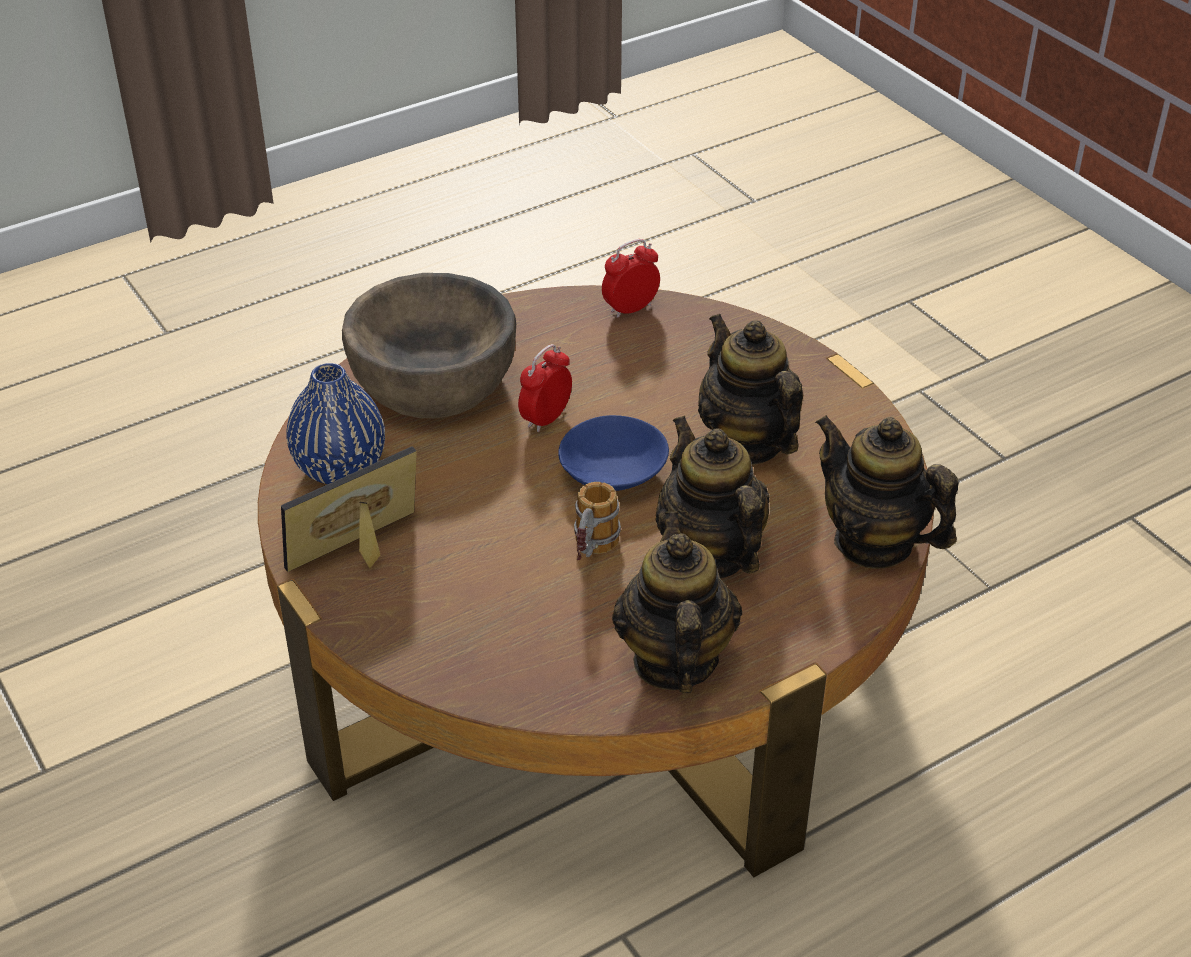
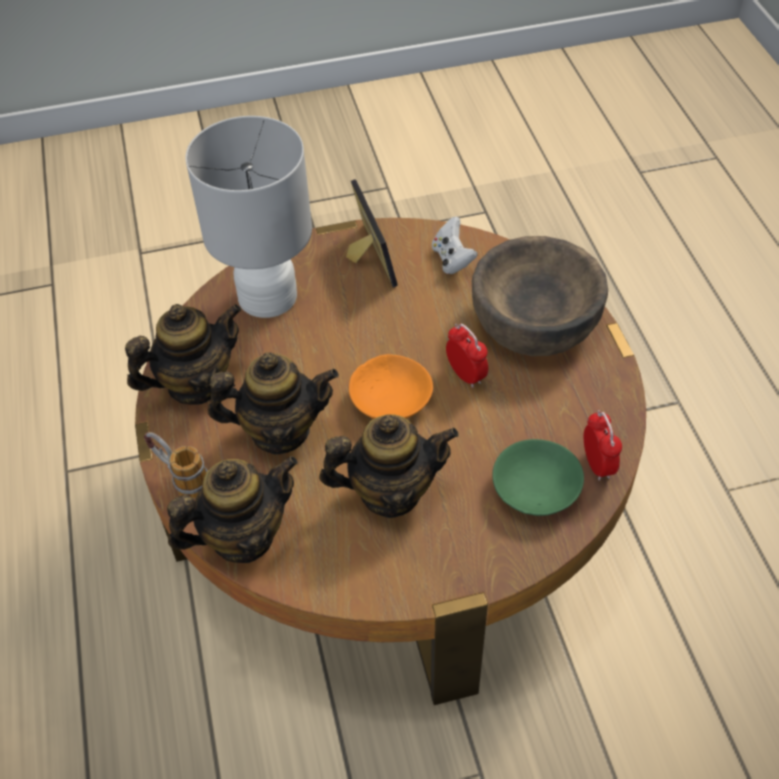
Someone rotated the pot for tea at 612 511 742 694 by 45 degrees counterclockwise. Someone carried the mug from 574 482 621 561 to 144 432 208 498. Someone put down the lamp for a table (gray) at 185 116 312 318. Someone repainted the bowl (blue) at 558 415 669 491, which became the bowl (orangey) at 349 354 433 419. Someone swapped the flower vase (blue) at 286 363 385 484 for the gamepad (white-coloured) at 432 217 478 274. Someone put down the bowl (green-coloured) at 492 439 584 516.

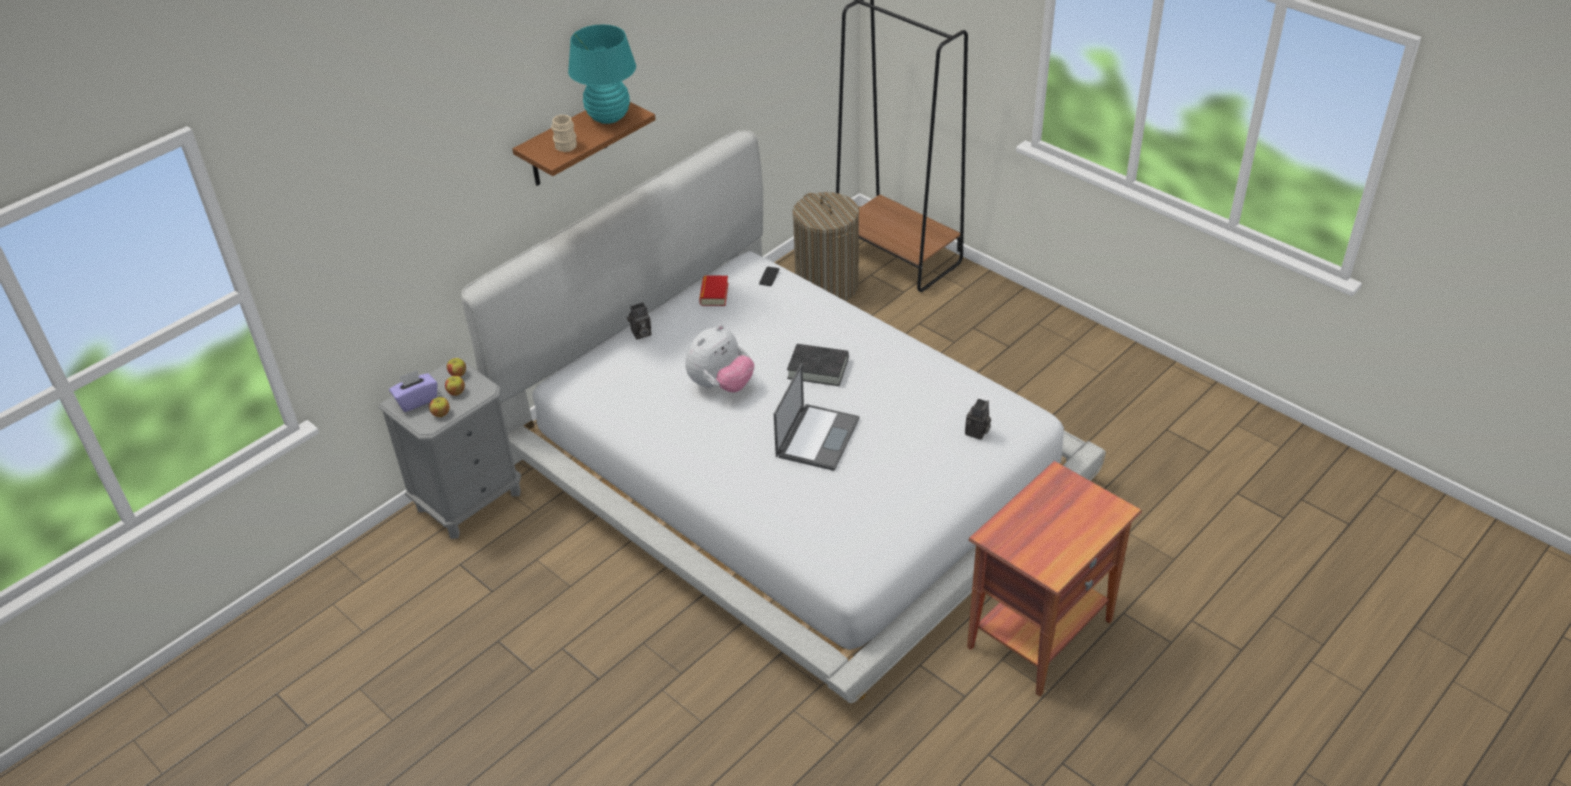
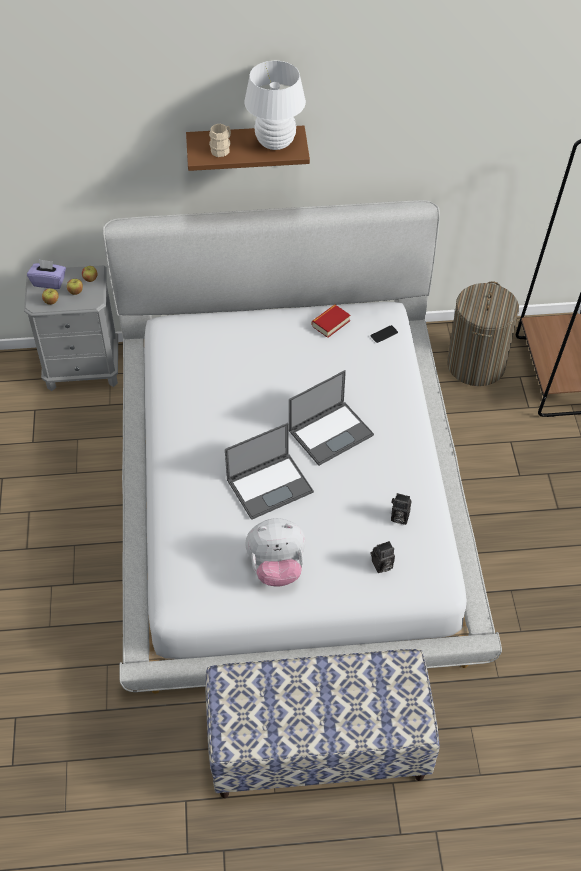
Someone swapped the bedside table at 967 461 1142 696 for the indoor bench at 205 649 440 798. Someone repainted the lamp for a table (turquoise) at 568 24 636 124, which became the lamp for a table (white-coloured) at 244 61 306 150. Someone carried the soft toy from 685 325 754 392 to 246 518 305 587. Someone swapped the bound book (black-coloured) at 787 344 849 386 for the portable computer at 289 370 374 466. Someone carried the photo camera from 627 302 651 340 to 391 493 412 525.

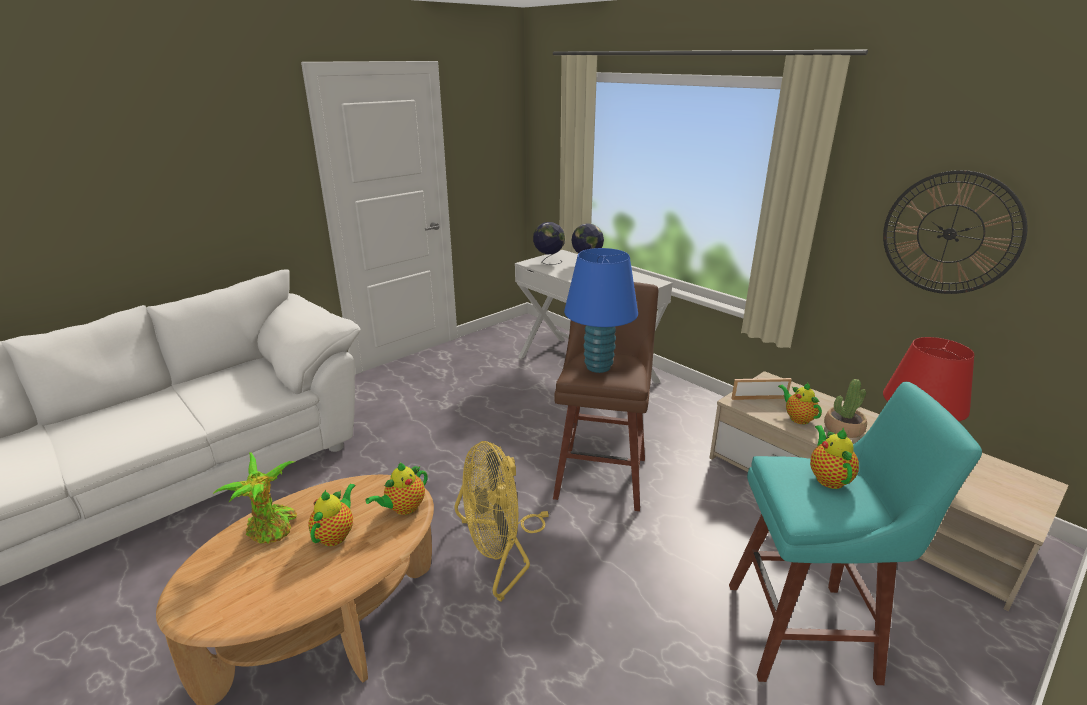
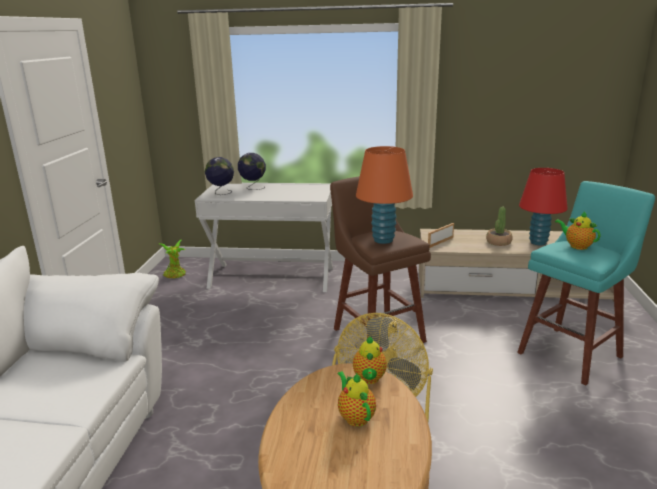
Someone carried the plant in a pot from 213 452 297 544 to 159 240 186 278. Someone repainted the lamp for a table (blue) at 564 248 638 373, which became the lamp for a table (orangey) at 356 146 413 244. Someone took away the pot for tea at 778 382 822 424. Someone took away the hanging clock at 883 170 1028 294.

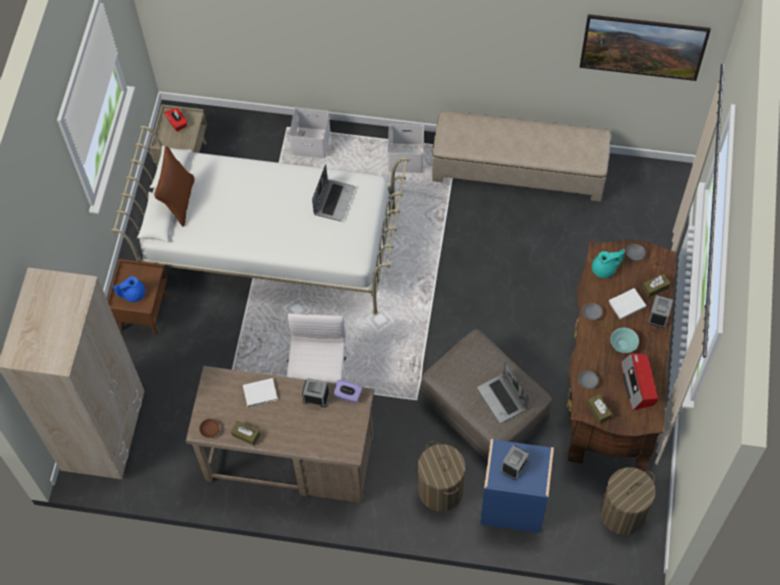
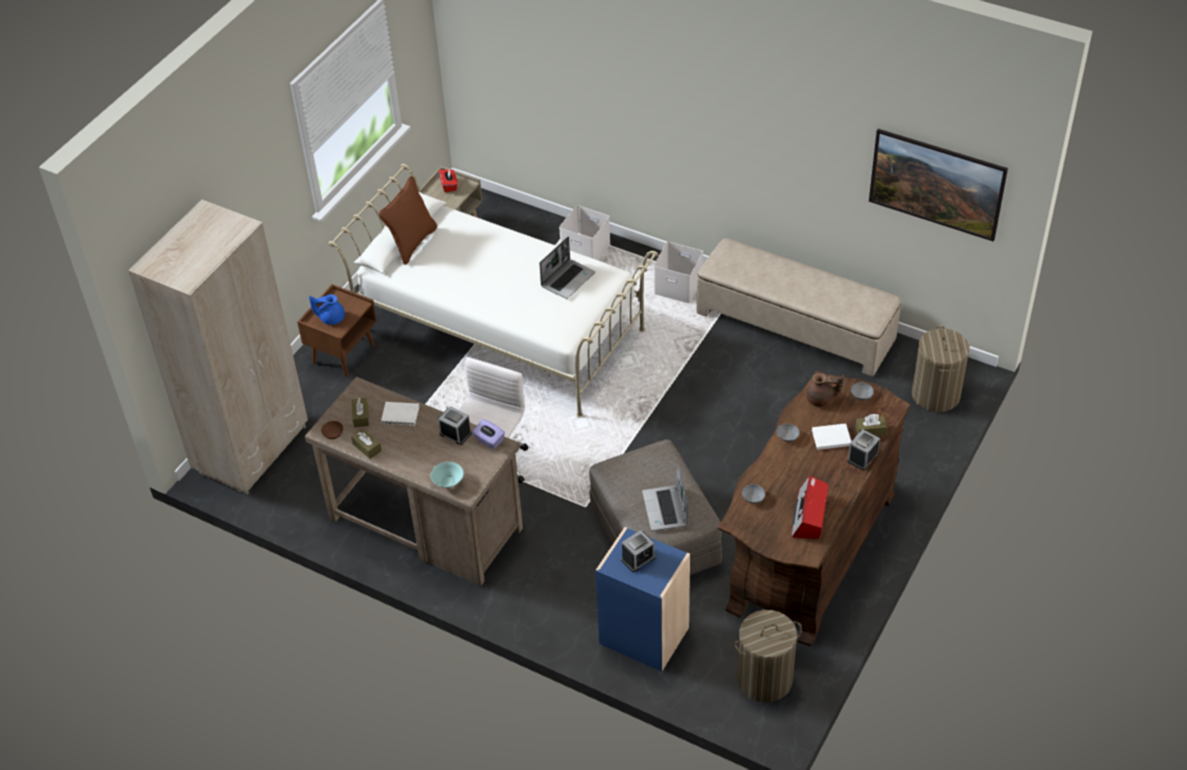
Someone carried the tissue holder (brown) from 587 394 612 424 to 352 398 369 427. Someone carried the bowl (turquoise) from 610 328 639 353 to 431 462 464 488. Someone repainted the pot for tea (turquoise) at 592 249 625 278, which became the pot for tea (brown) at 806 373 844 407. Someone carried the washing basket from 418 441 466 511 to 912 326 970 412.

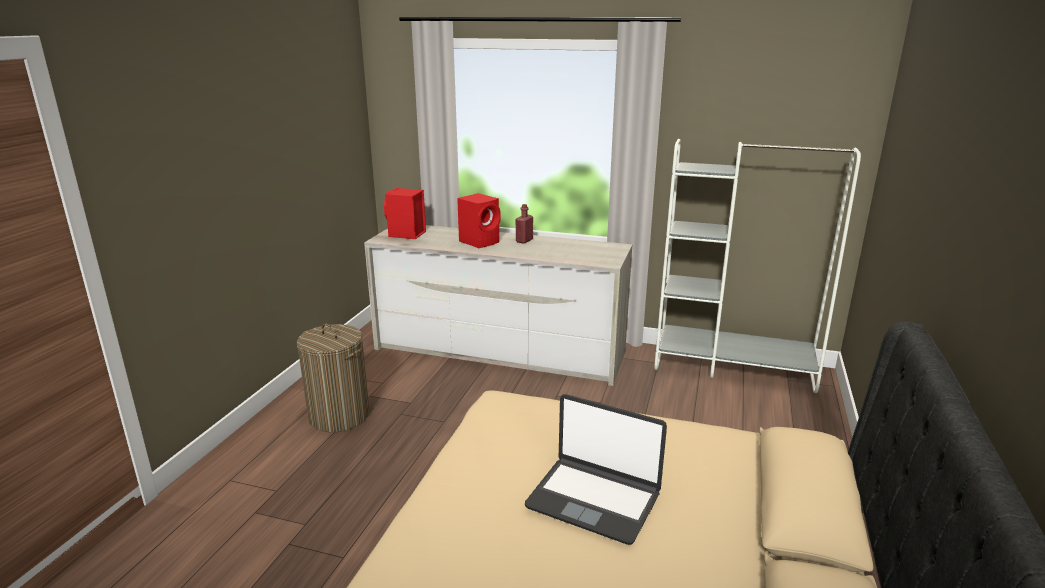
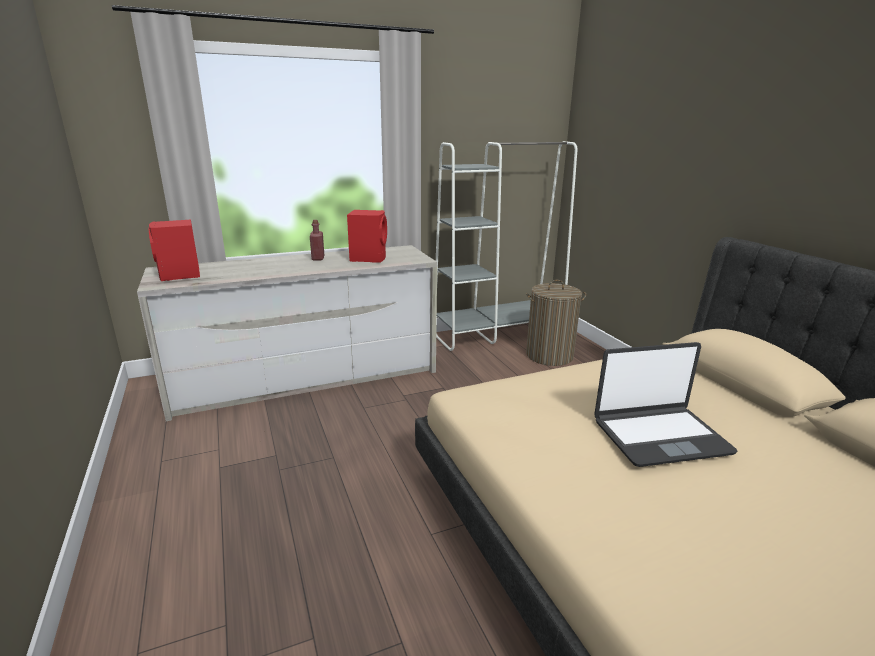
Someone carried the loudspeaker (reddish) from 457 193 501 248 to 347 210 387 263. Someone carried the washing basket from 297 324 370 432 to 526 280 586 366.

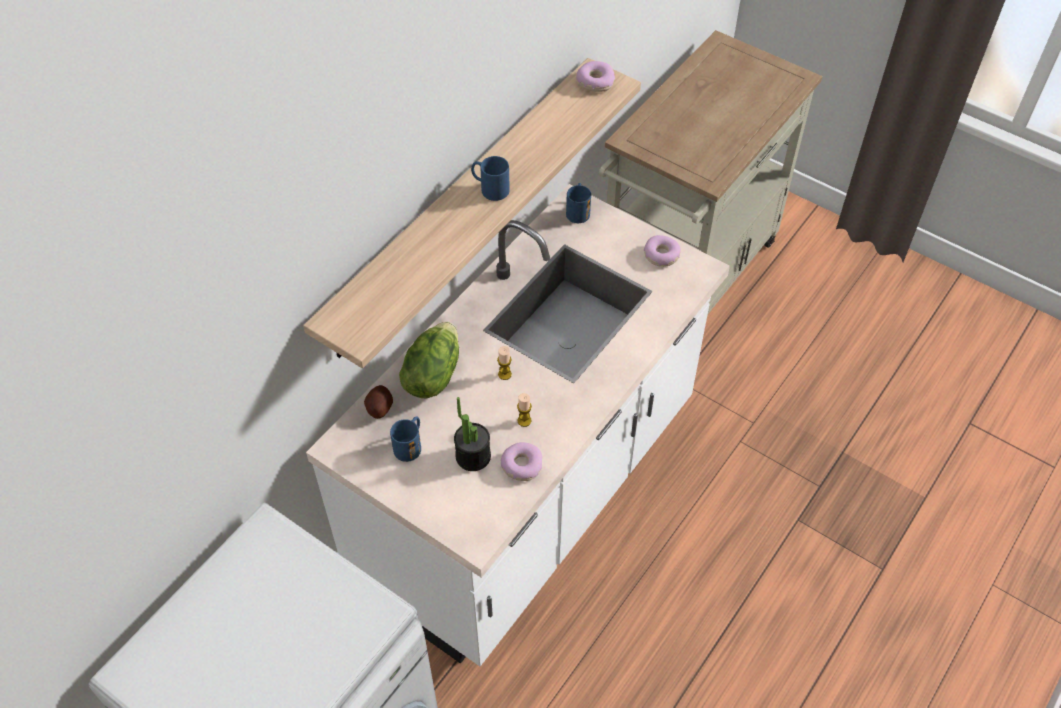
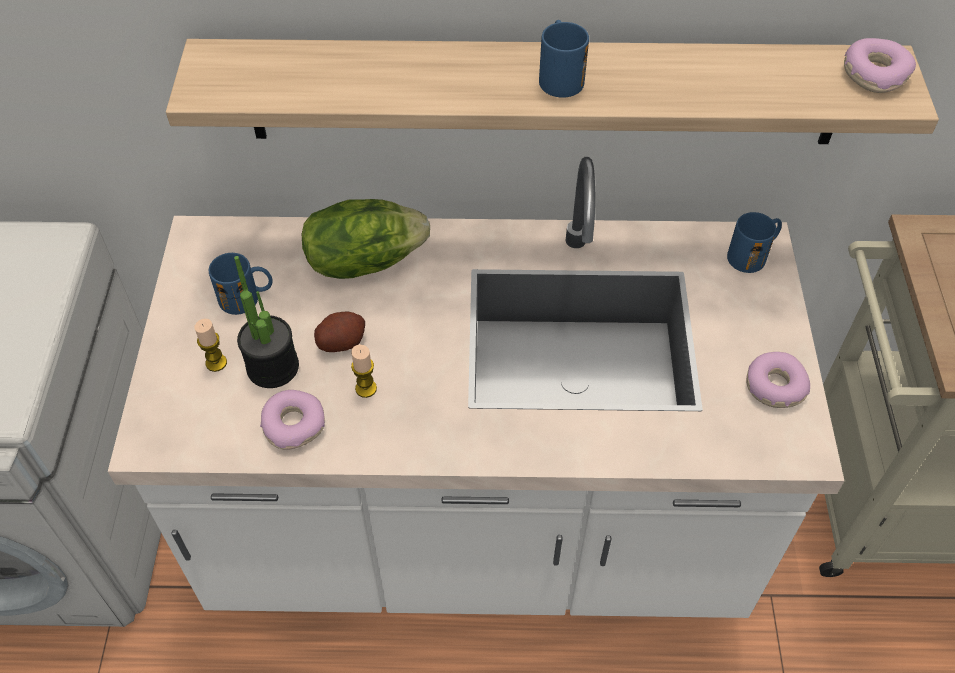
Someone carried the wax candle from 497 346 512 380 to 194 319 227 372. Someone carried the whole potato from 364 385 393 419 to 314 311 365 352.

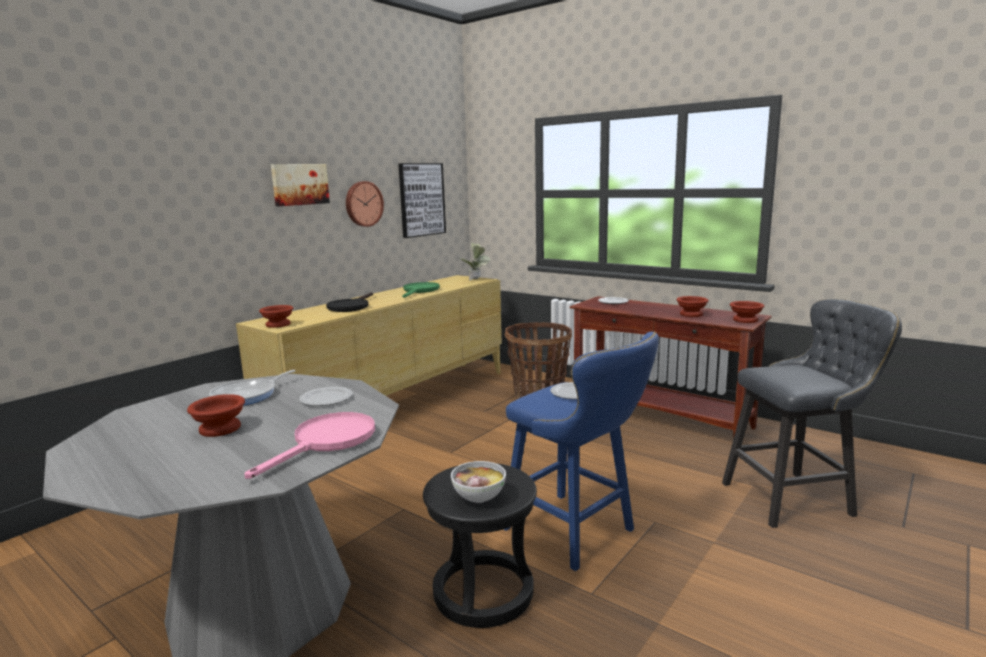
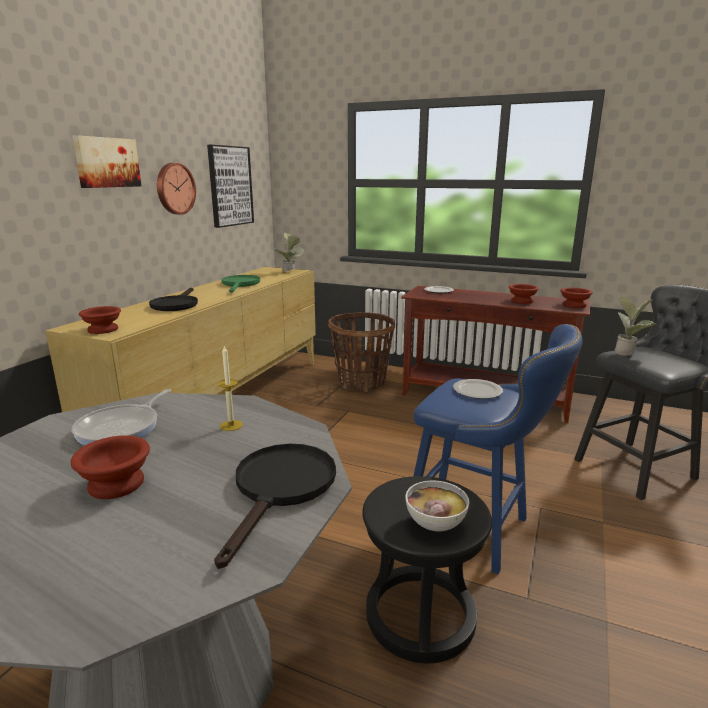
Someone repainted the pan (pink-coloured) at 244 412 375 479, which became the pan (black-coloured) at 214 444 336 569. Someone swapped the dinner plate at 300 387 353 406 for the wax candle at 217 345 243 431. Someone put down the plant in a pot at 614 297 656 356.

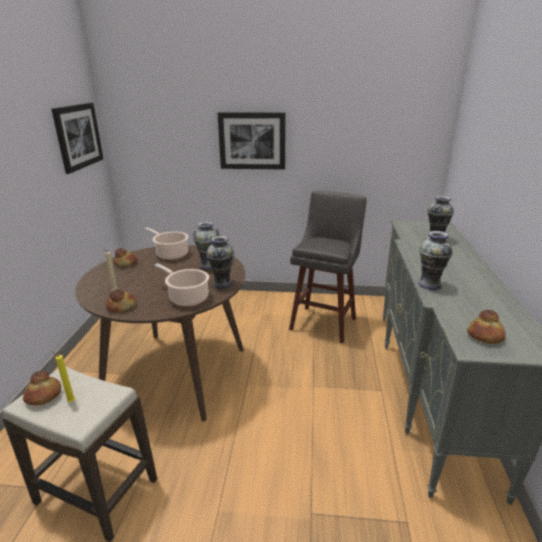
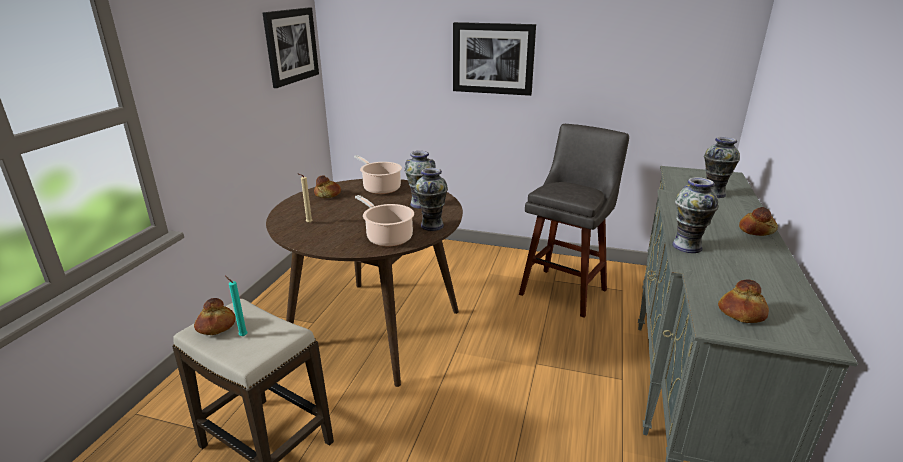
Someone repainted the wax candle (yellow) at 51 351 75 402, which became the wax candle (turquoise) at 225 276 248 336. Someone carried the bakery bread from 106 289 136 313 to 739 207 778 236.

